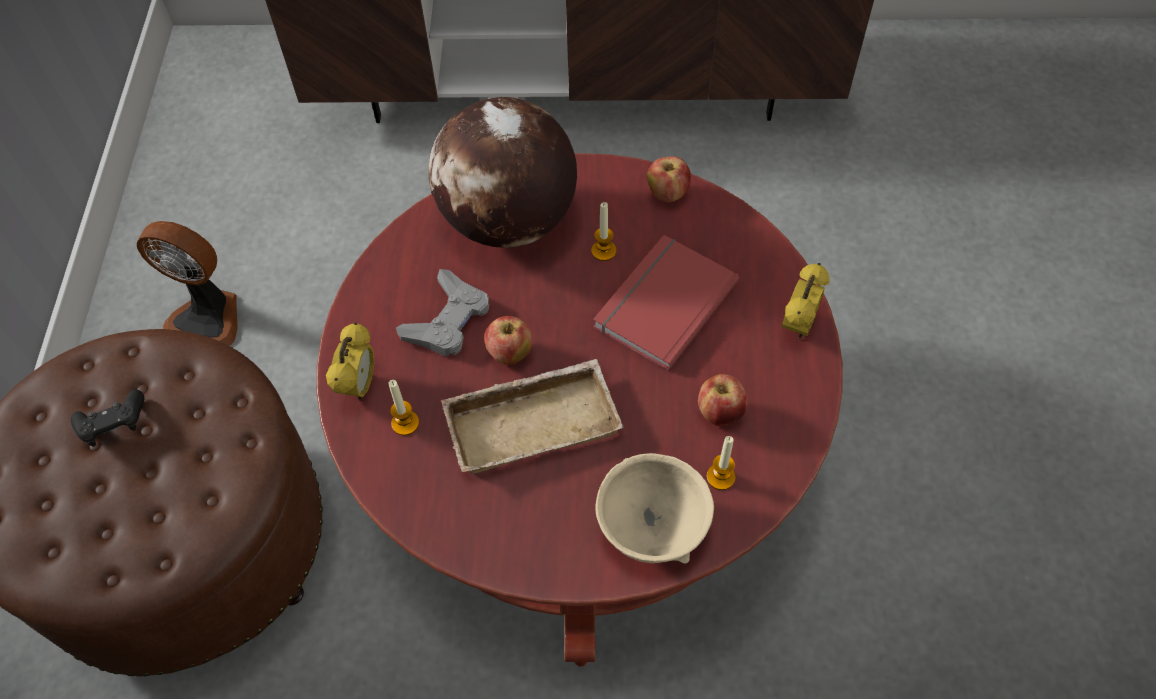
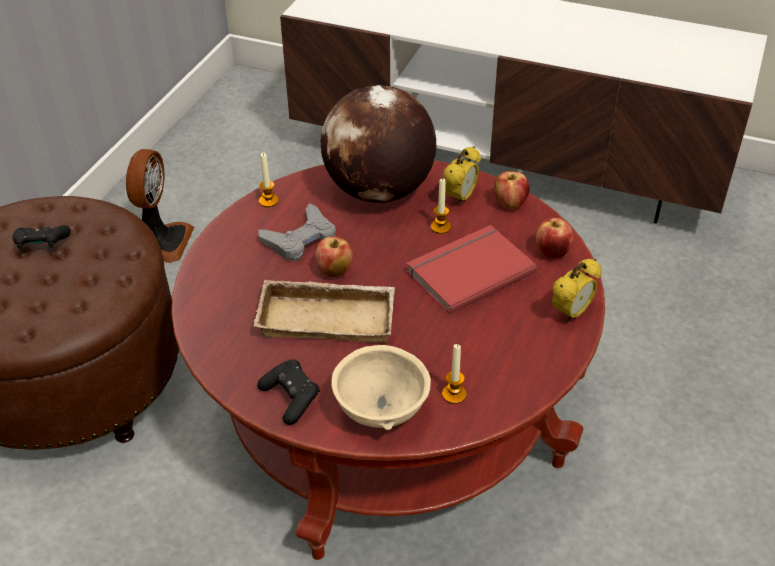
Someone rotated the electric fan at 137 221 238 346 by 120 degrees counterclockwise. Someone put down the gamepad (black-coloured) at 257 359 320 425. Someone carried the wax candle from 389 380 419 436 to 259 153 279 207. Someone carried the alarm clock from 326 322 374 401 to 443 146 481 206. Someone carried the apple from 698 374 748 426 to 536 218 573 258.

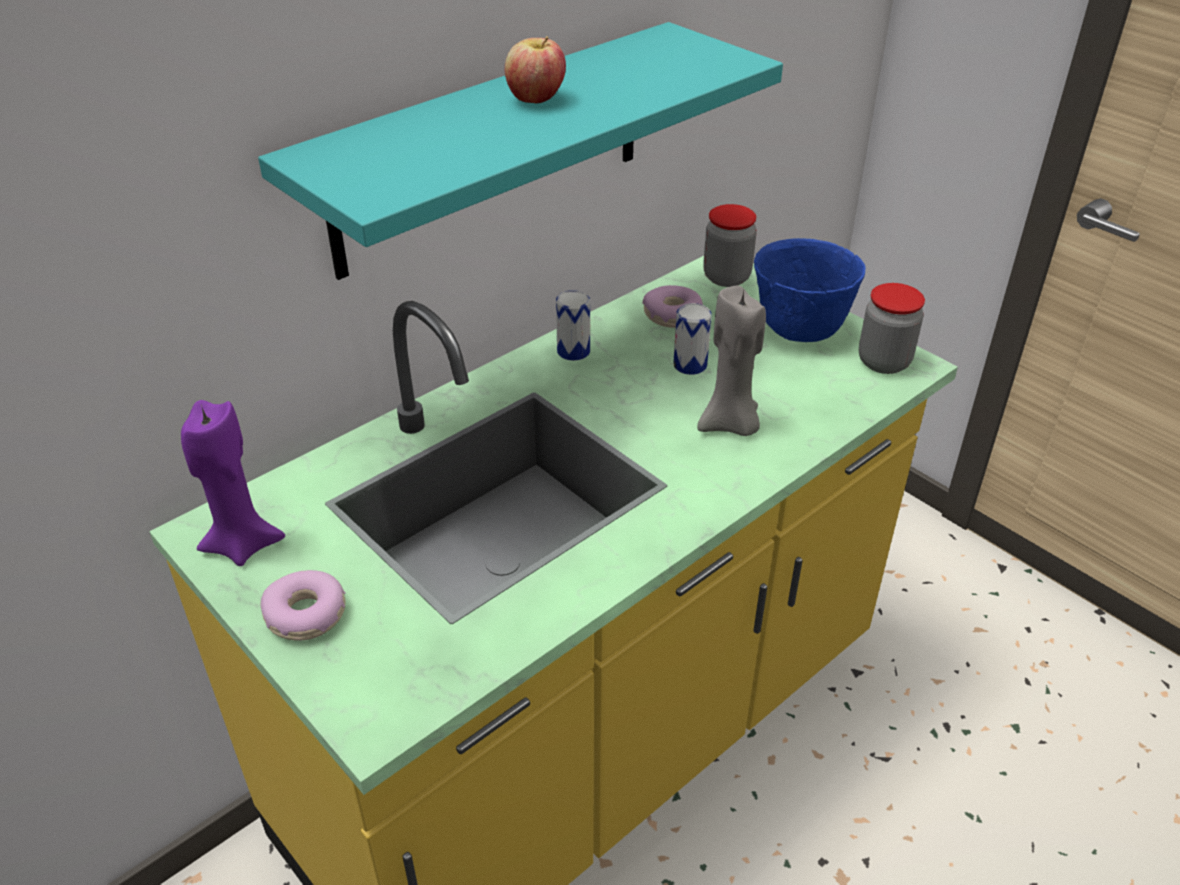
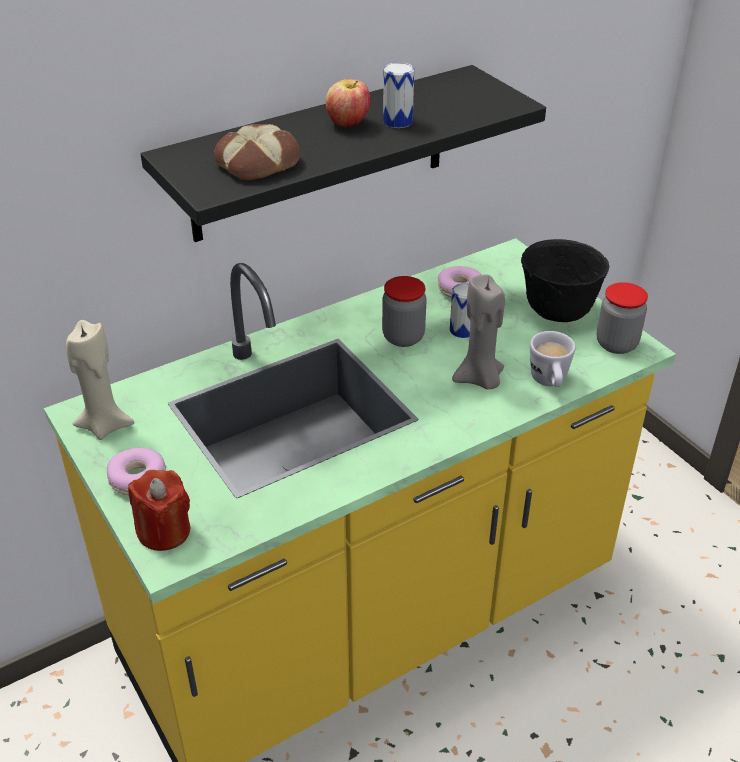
Someone repainted the wax candle (purple) at 181 400 285 566, which became the wax candle (sand-coloured) at 66 320 135 440. Someone put down the wax candle (reddish) at 128 470 191 551. Someone repainted the wall shelf (turquoise) at 258 22 783 280, which became the wall shelf (black-coloured) at 141 65 546 242. Someone put down the bakery bread at 214 124 300 180. Someone carried the preserve jar from 703 204 757 287 to 382 276 426 347. Someone carried the can from 556 290 590 361 to 383 62 414 128. Someone repainted the bowl (blue) at 754 238 865 342, which became the bowl (black-coloured) at 521 239 609 322. Someone put down the mug (white-coloured) at 530 331 575 387.

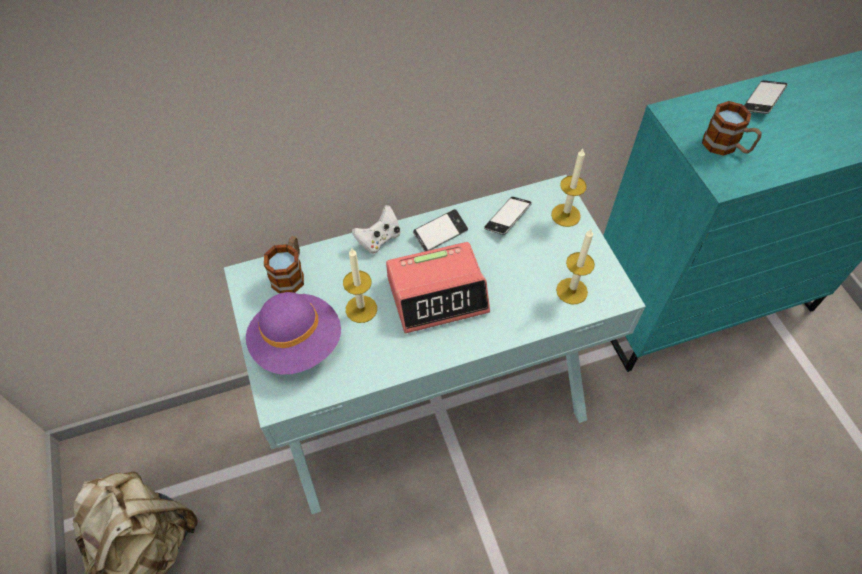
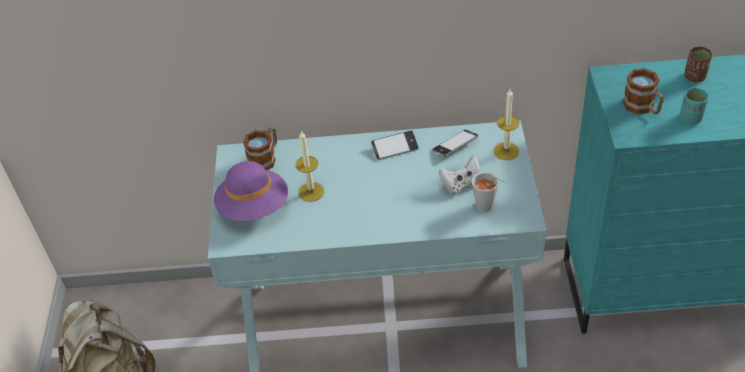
Someone carried the gamepad (white-coloured) from 352 205 400 254 to 439 155 481 195. Someone swapped the wax candle at 556 229 595 305 for the small cup (gray) at 472 172 506 213. Someone put down the small cup (turquoise) at 680 87 709 125. Someone swapped the telephone at 744 80 788 114 for the small cup (brown) at 684 46 712 82. Someone took away the alarm clock at 386 242 490 333.

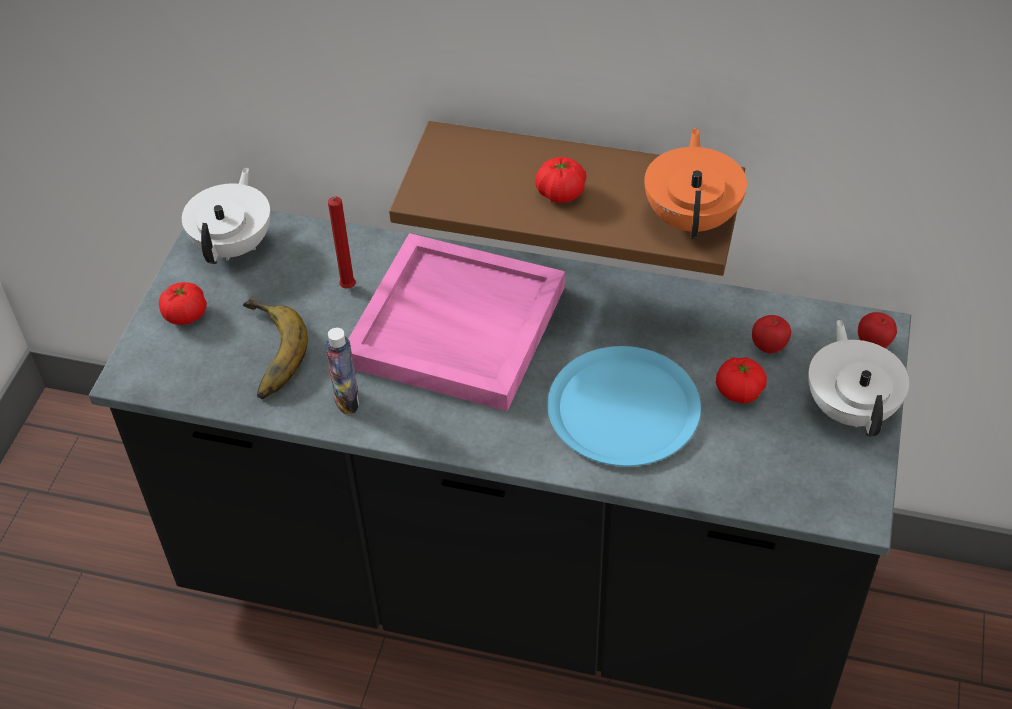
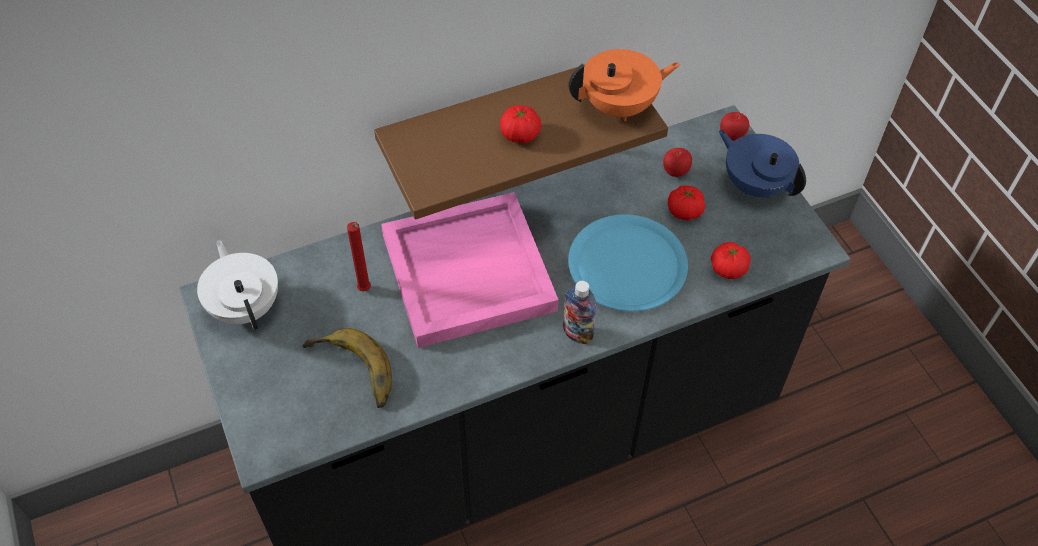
Someone carried the drink bottle from 325 328 359 415 to 563 281 596 344. Someone rotated the pot for tea (orangey) at 645 128 747 239 by 105 degrees clockwise. Someone carried the fresh tomato from 159 282 207 325 to 711 242 751 279. Someone repainted the pot for tea (white-coloured) at 808 320 909 437, which became the pot for tea (blue) at 718 130 806 197.

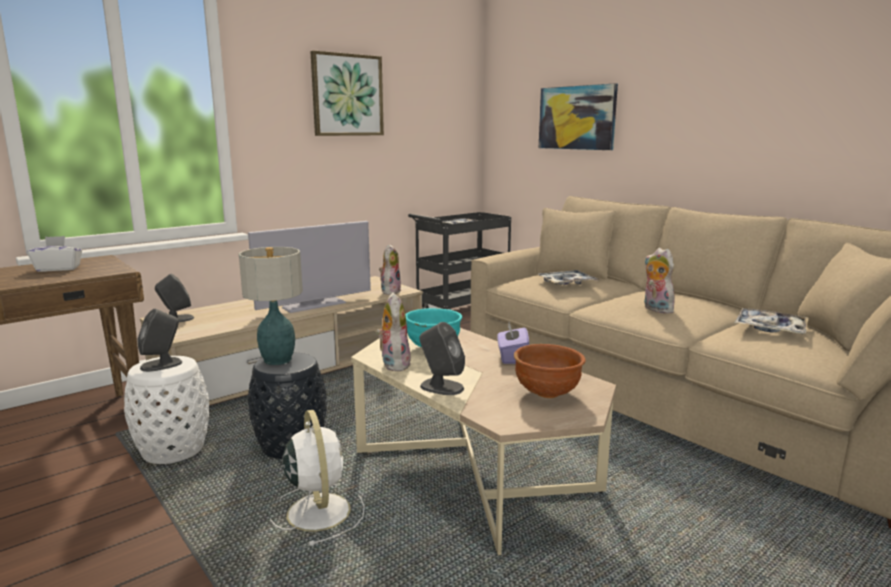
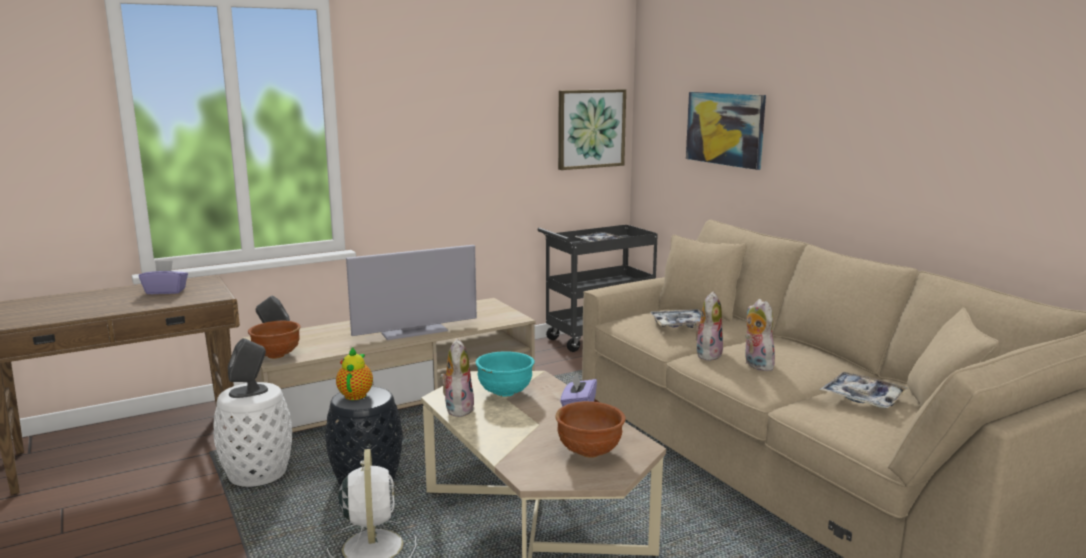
Someone repainted the tissue holder (white-coloured) at 27 236 82 272, which became the tissue holder (purple) at 139 260 188 294. Someone put down the bowl (brown) at 248 321 301 359. Someone swapped the lamp for a table at 239 247 303 365 for the pot for tea at 336 347 373 400. Someone carried the wall art from 310 50 384 136 to 558 89 626 170. Someone carried the soft toy from 379 244 401 295 to 694 292 723 361. Someone took away the loudspeaker (gray) at 419 322 465 395.

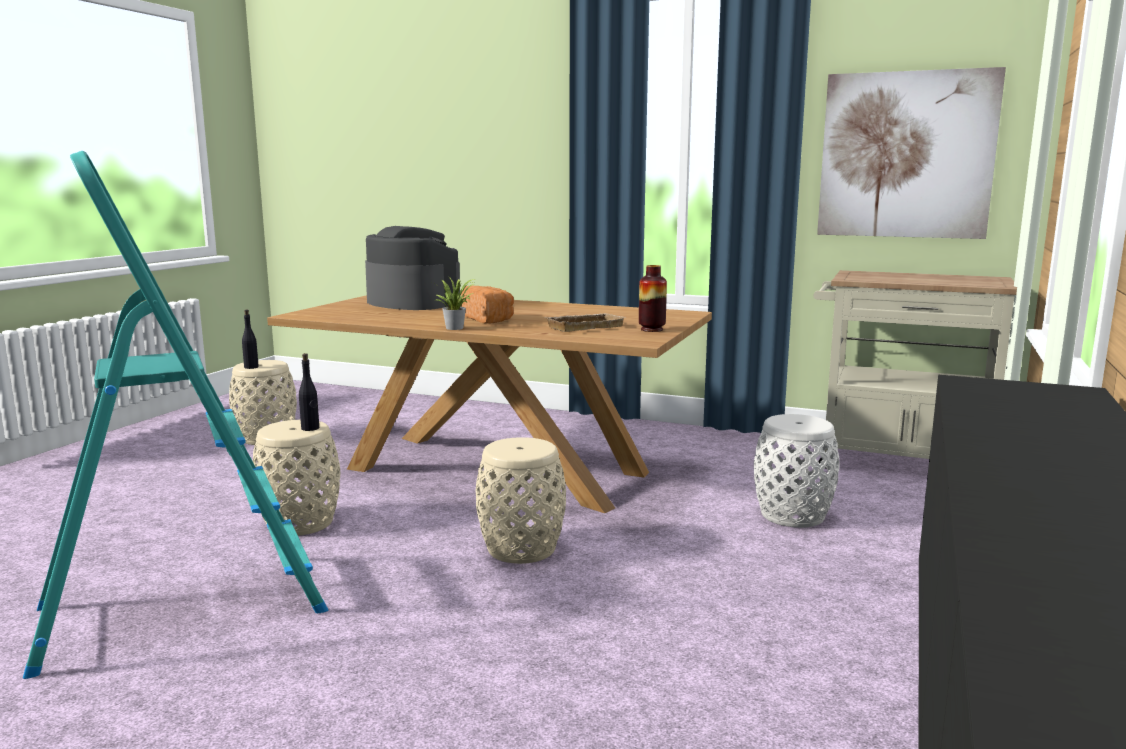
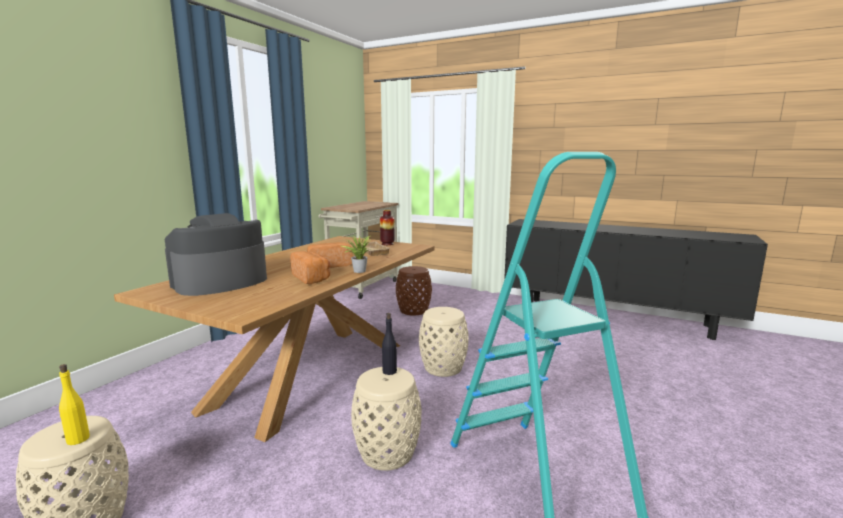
Someone repainted the drink bottle (black-coloured) at 242 310 259 369, which became the drink bottle (yellow) at 59 364 90 445. Someone put down the bakery bread at 290 251 330 284. Someone repainted the sitting stool (white-coloured) at 754 414 839 528, which became the sitting stool (brown) at 396 266 432 315. Someone took away the wall art at 817 67 1006 239.

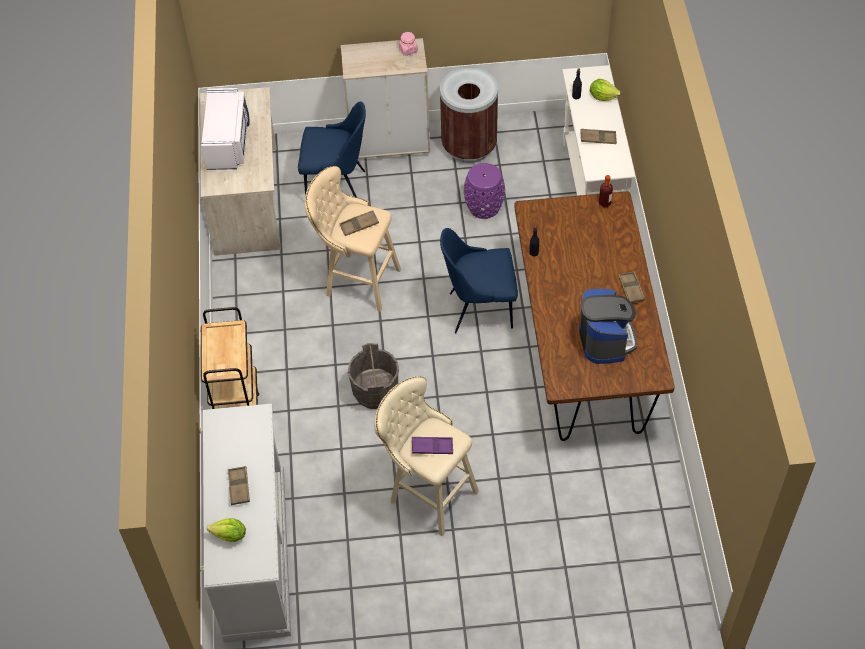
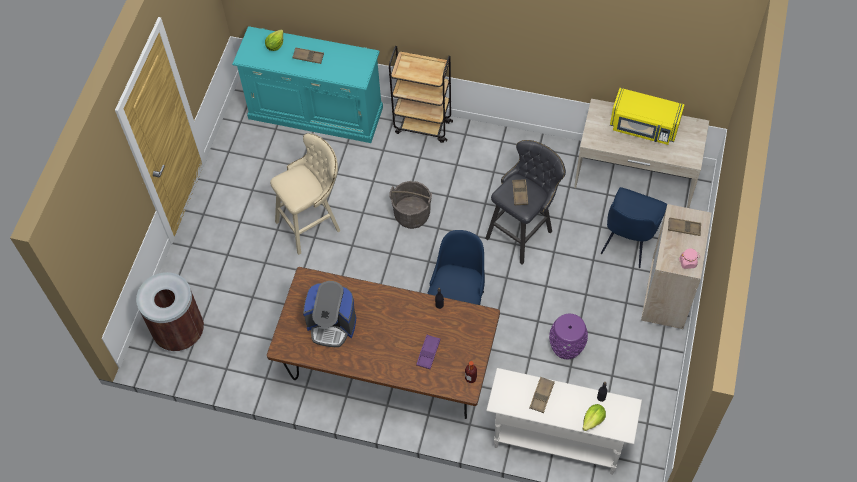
Someone carried the rubbish bin (brown) from 440 67 498 163 to 136 272 204 351. Someone repainted the chest of drawers (white-coloured) at 200 403 291 643, which became the chest of drawers (turquoise) at 232 26 383 143. Someone carried the carrying tray (purple) from 412 437 453 454 to 416 335 441 369. Someone repainted the sitting stool (sand-coloured) at 305 166 401 312, which became the sitting stool (black-coloured) at 485 140 566 264. Someone repainted the microwave (white-coloured) at 201 88 250 170, which became the microwave (yellow) at 610 88 685 145. Someone carried the carrying tray (brown) from 618 271 645 303 to 668 217 701 236.

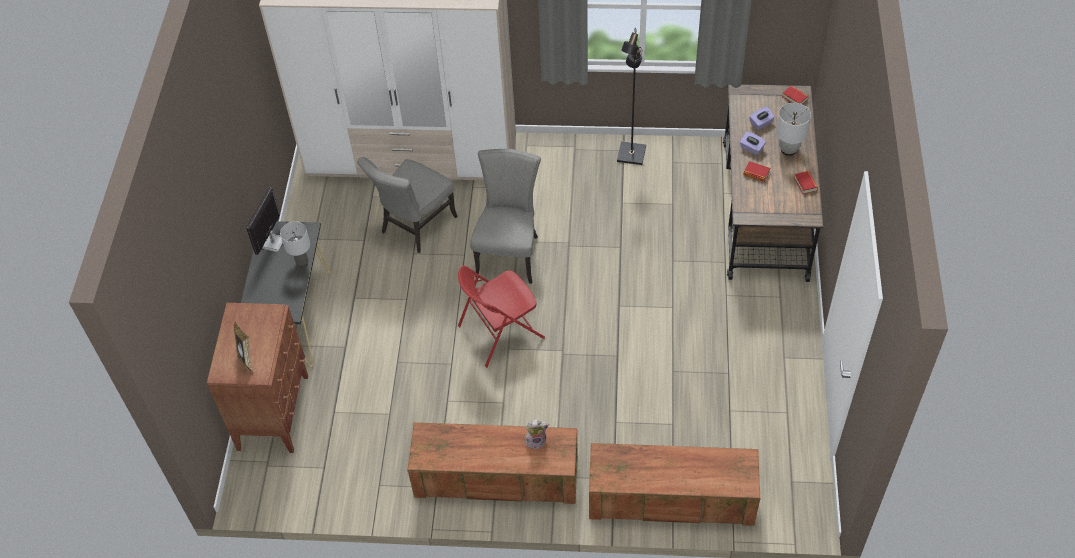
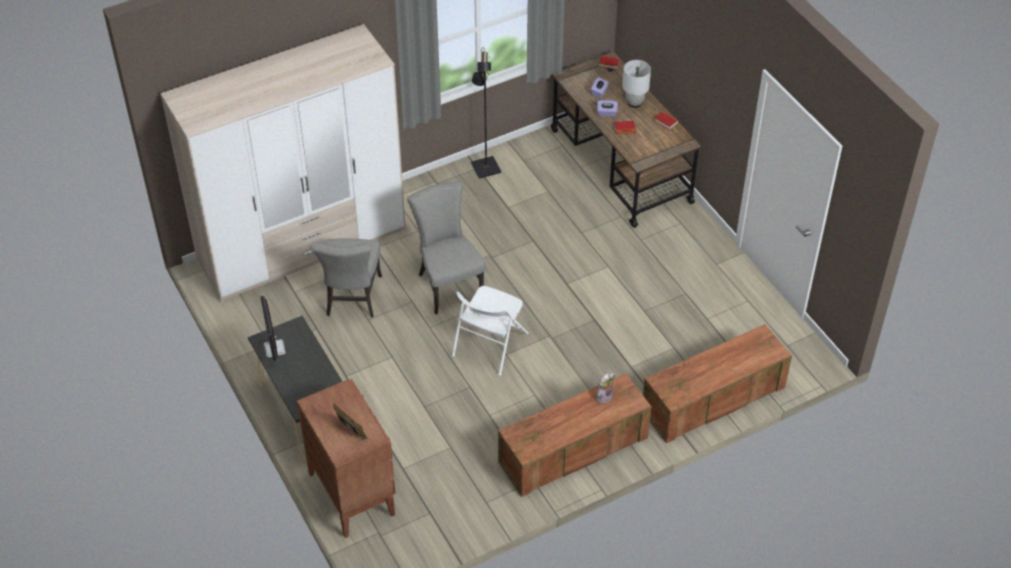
Someone repainted the plain chair (reddish) at 458 265 545 368, which became the plain chair (white-coloured) at 451 286 529 376. Someone took away the lamp for a table (white-coloured) at 280 221 310 266.

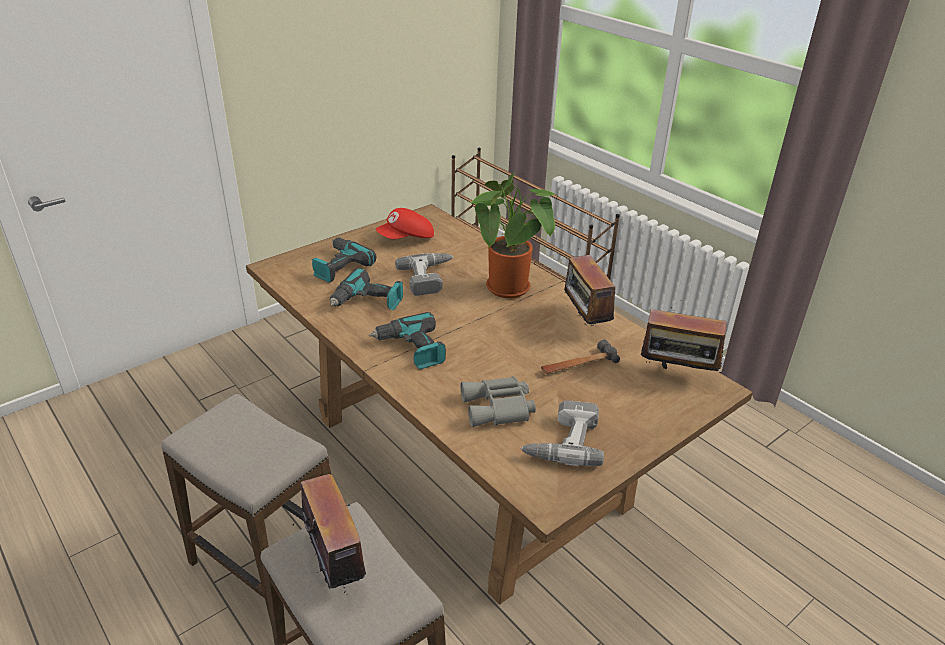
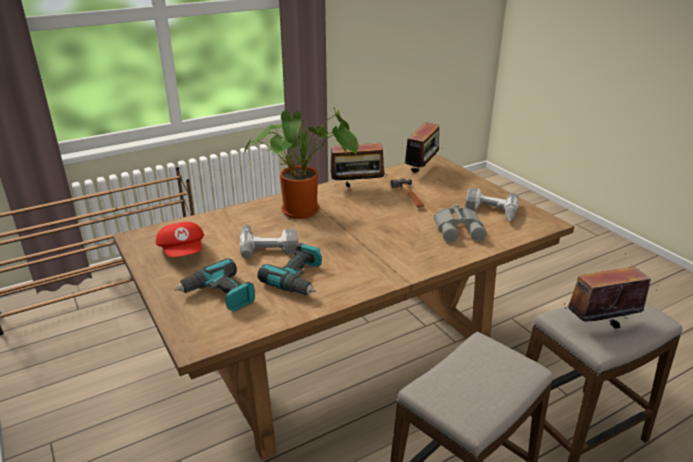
Someone took away the power drill at 369 312 446 369.

